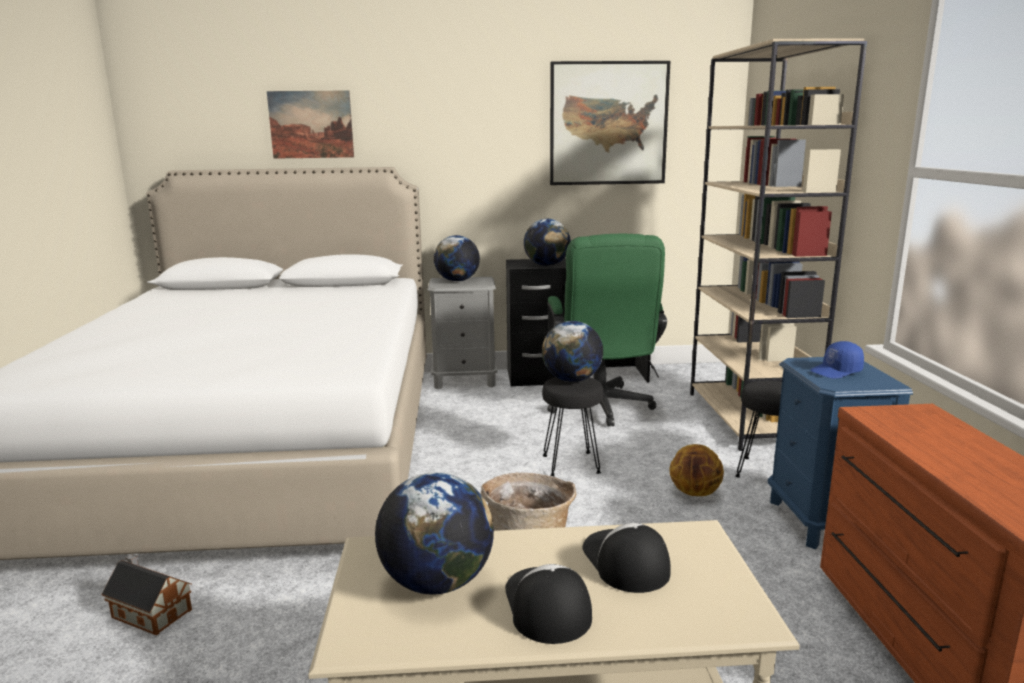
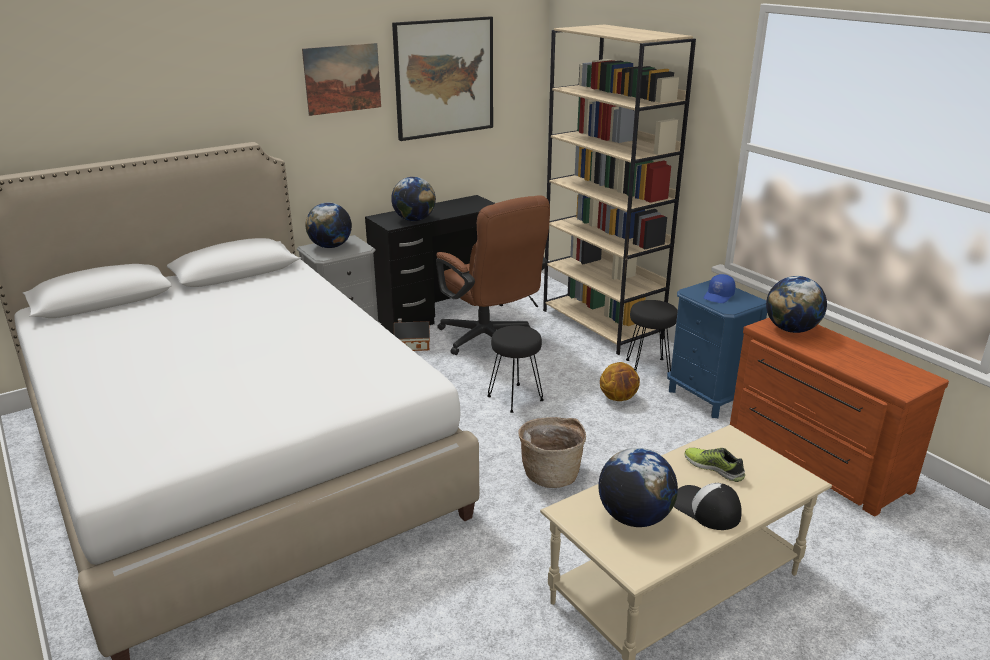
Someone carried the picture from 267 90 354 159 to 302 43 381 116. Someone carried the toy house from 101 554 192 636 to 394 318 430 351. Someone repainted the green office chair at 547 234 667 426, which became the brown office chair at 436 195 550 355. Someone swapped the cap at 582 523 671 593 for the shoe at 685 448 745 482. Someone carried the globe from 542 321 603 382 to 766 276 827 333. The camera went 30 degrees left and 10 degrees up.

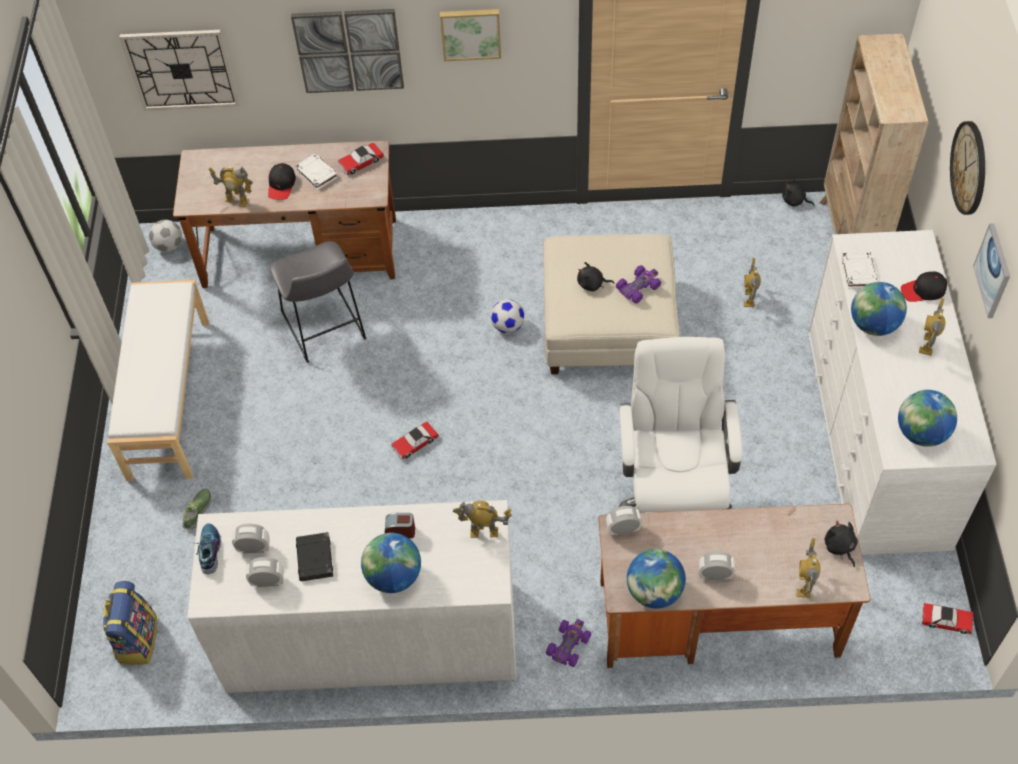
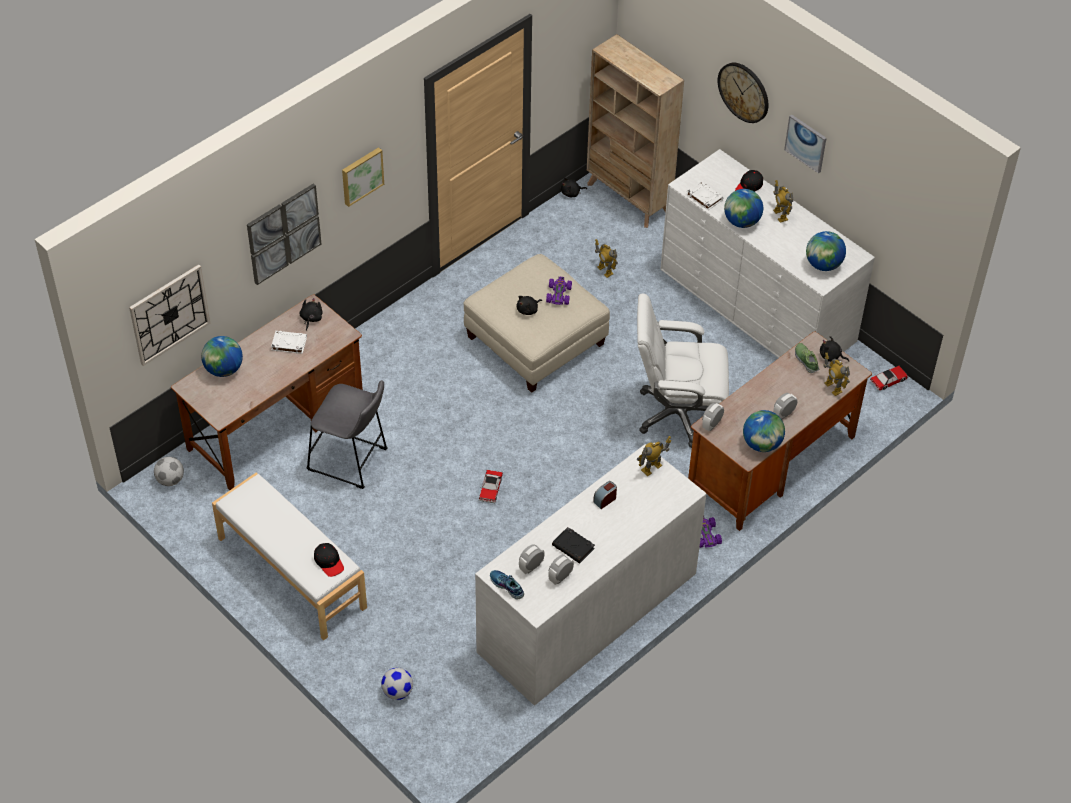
Someone carried the globe from 361 533 421 593 to 201 336 243 377. Someone swapped the toy car at 337 143 384 175 for the black plush toy at 299 298 323 331. Someone carried the black cap from 268 163 296 200 to 314 543 344 577. Someone carried the football from 490 299 525 333 to 381 668 413 700. Someone rotated the white office chair at 619 337 742 512 by 45 degrees counterclockwise. Someone carried the shoe from 182 489 211 530 to 795 343 819 373. Someone took away the backpack at 103 581 157 665. Someone took away the toy robot at 208 167 253 207. The camera went 45 degrees left and 5 degrees down.

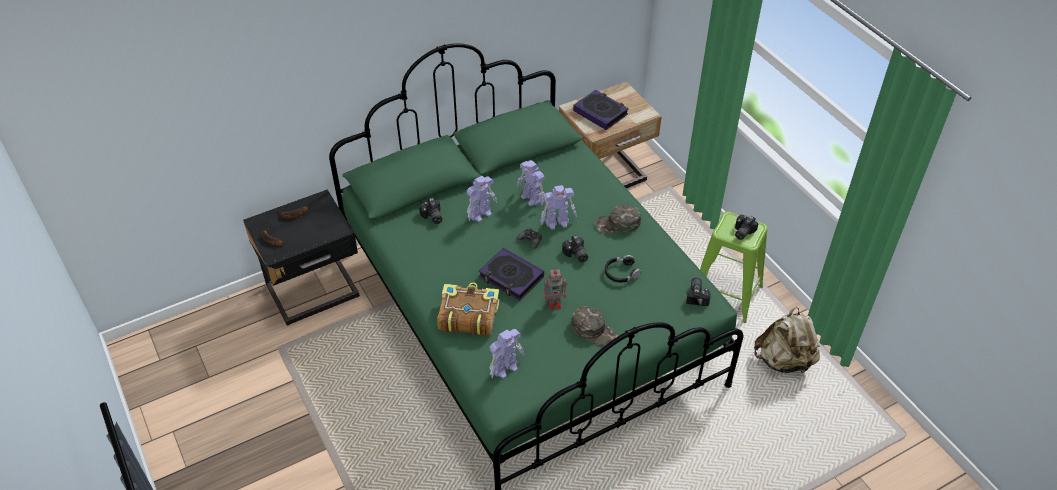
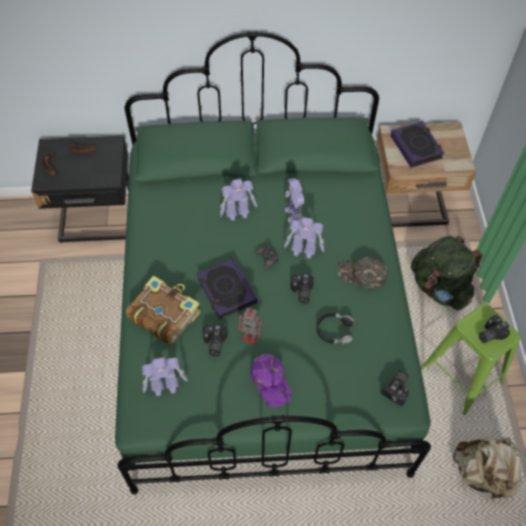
Someone carried the photo camera from 419 198 442 224 to 203 324 228 356. Someone repainted the green cap at 571 306 618 348, which became the purple cap at 251 354 292 407. Someone put down the green backpack at 411 236 483 310. The camera went 25 degrees right and 10 degrees up.

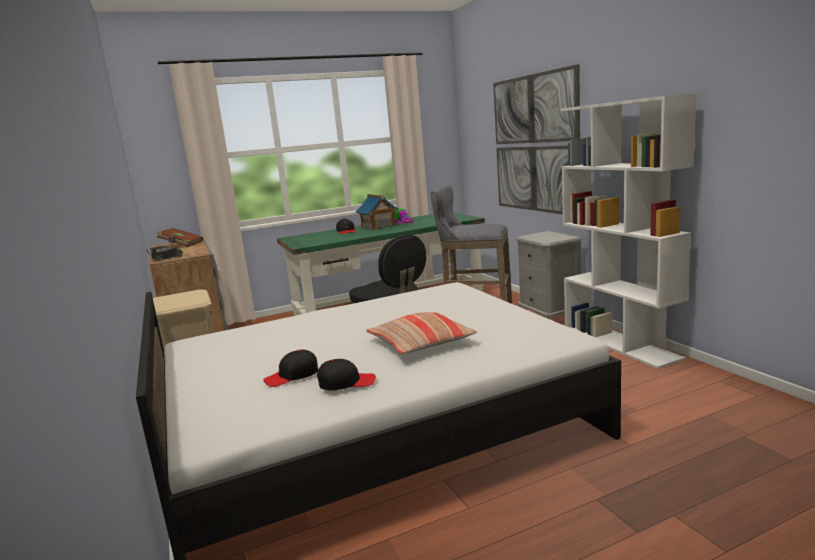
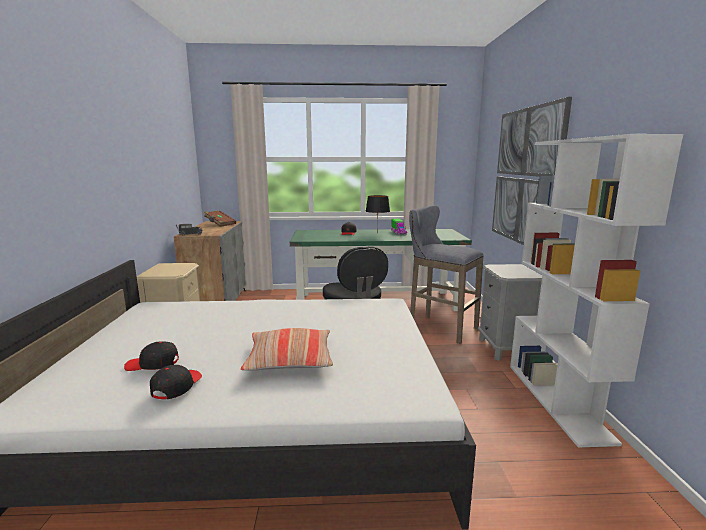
Someone rotated the black cap at 317 359 376 390 by 90 degrees counterclockwise. Someone swapped the toy house at 356 194 399 230 for the black table lamp at 366 195 390 233. The camera went 20 degrees right and 0 degrees up.

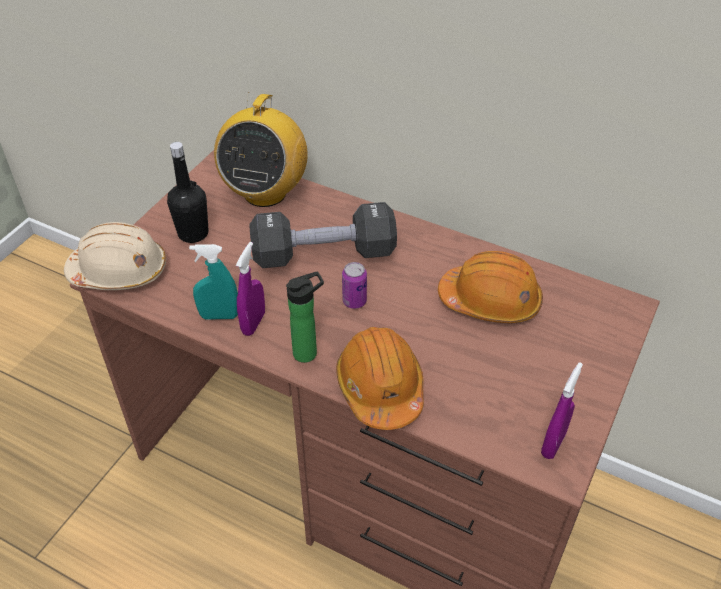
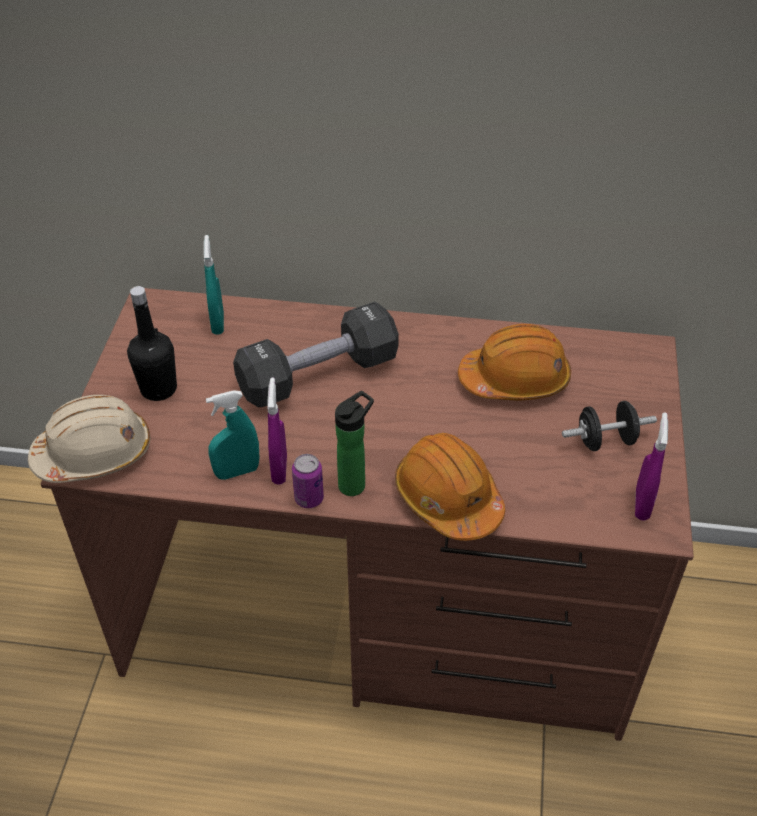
Someone swapped the radio at 214 92 307 207 for the turquoise spray bottle at 204 235 224 335. Someone carried the can from 342 262 367 309 to 292 454 324 508. Someone put down the black dumbbell at 562 401 657 451. The camera went 20 degrees left and 0 degrees up.

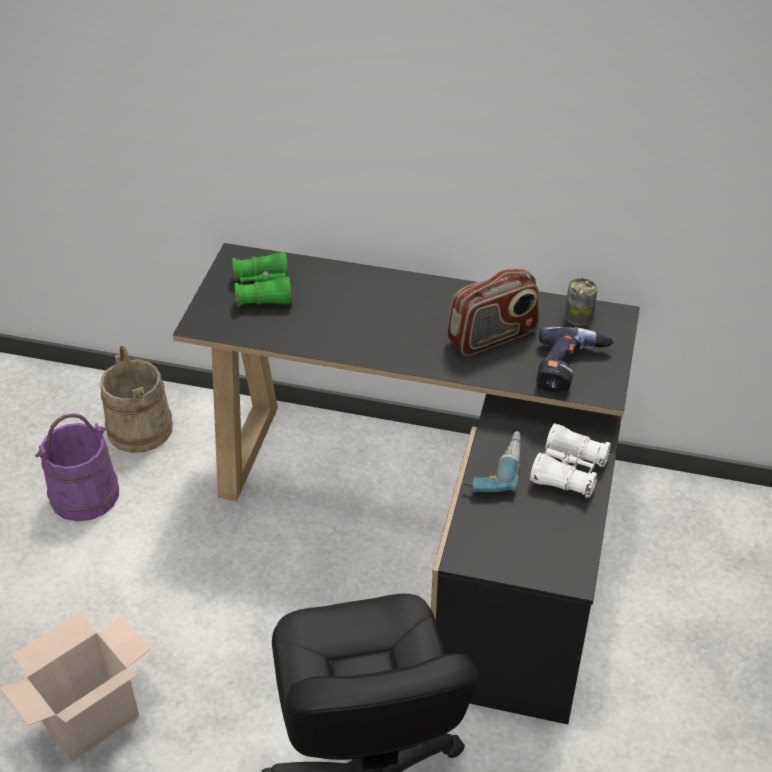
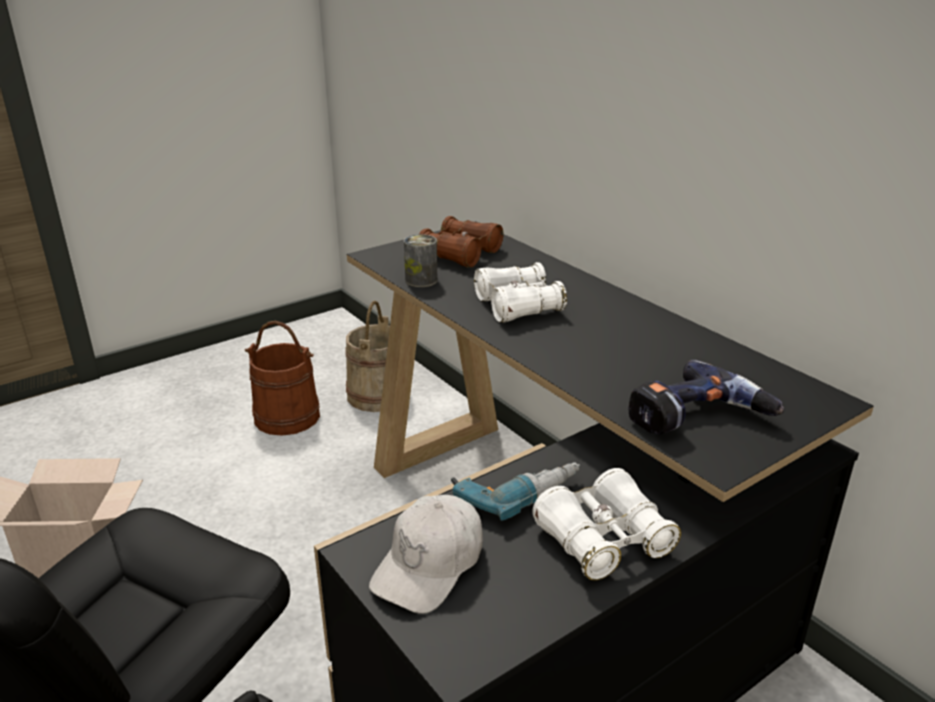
Someone repainted the purple bucket at 35 413 119 522, which became the brown bucket at 245 321 320 436. Someone put down the white cap at 369 495 483 614. Someone carried the can from 565 278 598 326 to 404 234 438 287. Someone repainted the green binoculars at 232 252 292 307, which became the brown binoculars at 419 216 503 267. Someone put down the white binoculars at 474 262 567 323. Someone took away the radio at 447 269 540 356. The camera went 40 degrees right and 15 degrees down.

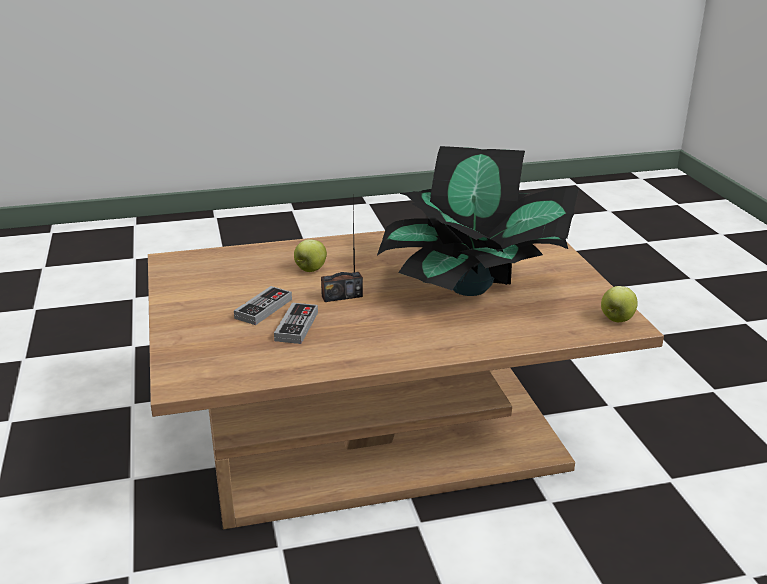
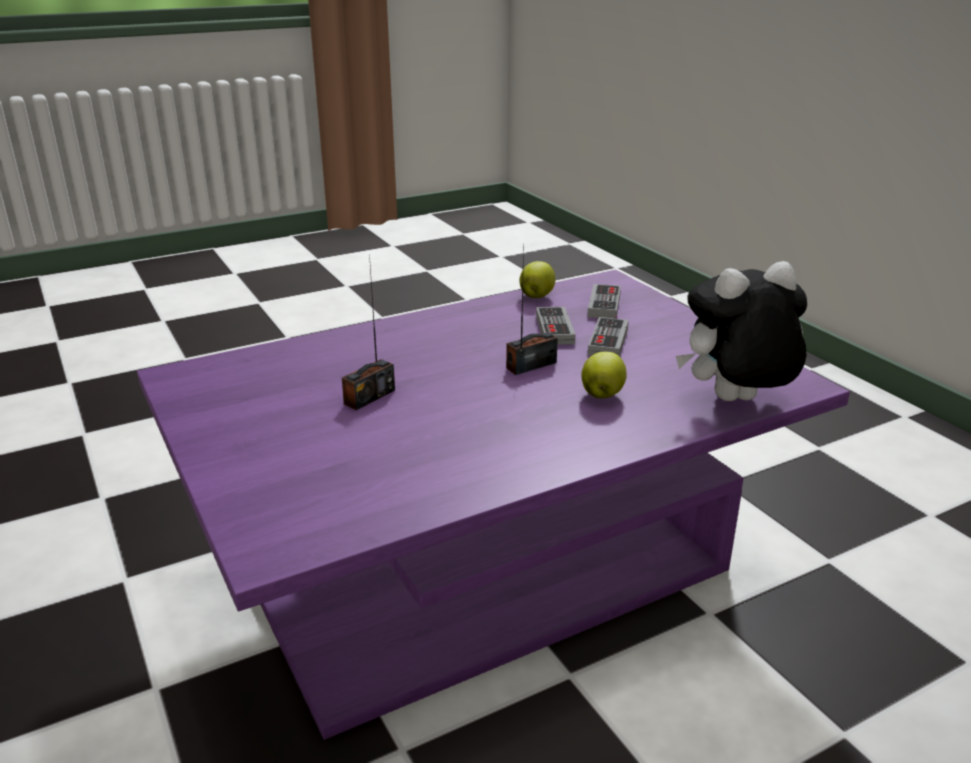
Someone repainted the brown coffee table at 148 231 664 529, which became the purple coffee table at 137 270 850 740. Someone swapped the potted plant at 377 146 579 296 for the radio at 342 255 395 410. Someone carried the apple from 601 286 638 322 to 519 261 555 298. Someone put down the game controller at 587 284 621 319. Someone put down the plush toy at 676 261 807 401. The camera went 165 degrees right and 0 degrees up.

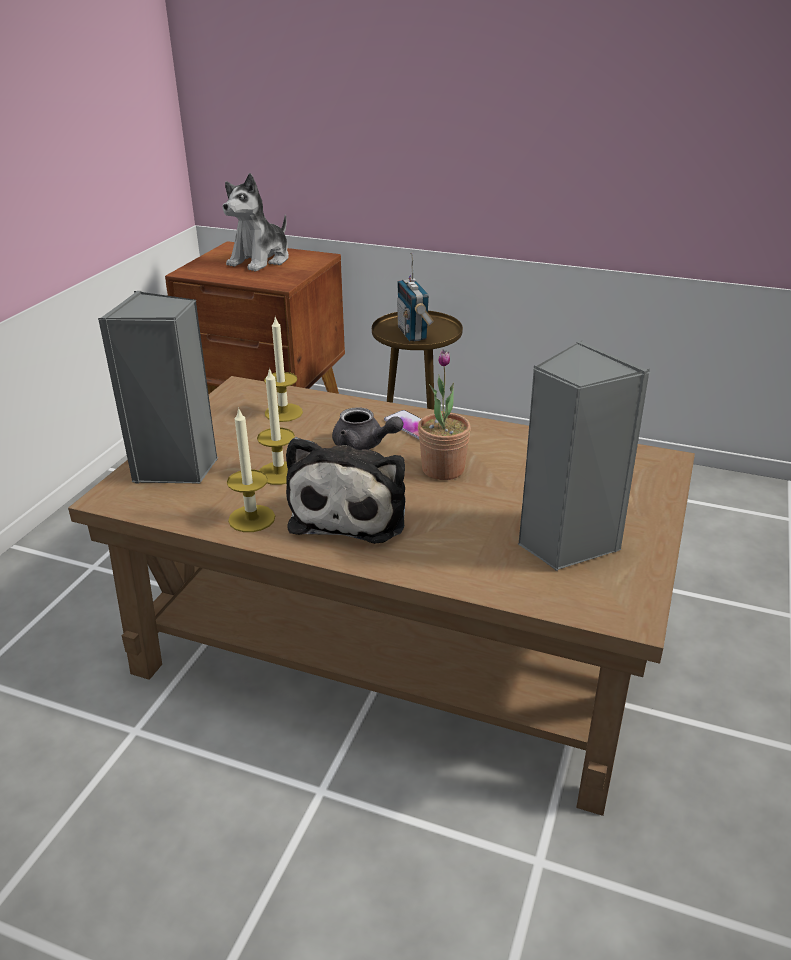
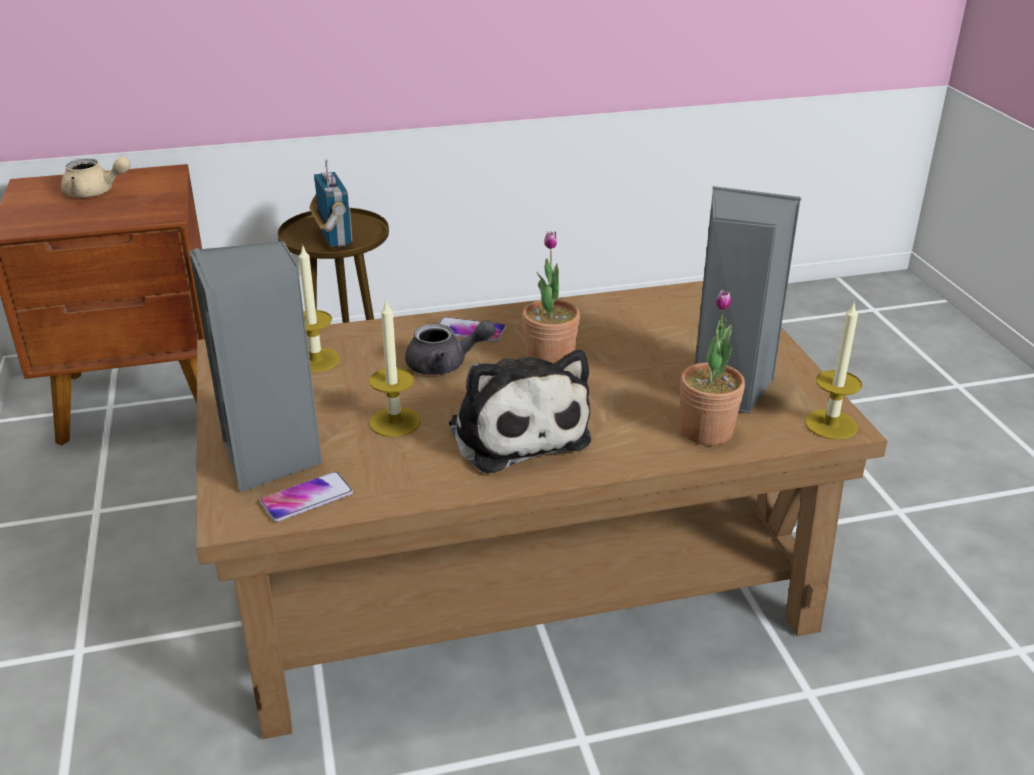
Someone swapped the plush toy at 223 173 289 272 for the beige teapot at 61 157 130 198. Someone put down the phone at 260 472 353 522. Someone rotated the radio at 397 253 434 341 by 150 degrees counterclockwise. Someone put down the potted plant at 680 290 745 446. Someone carried the candle from 227 407 275 532 to 805 301 862 440. The camera went 35 degrees left and 0 degrees up.

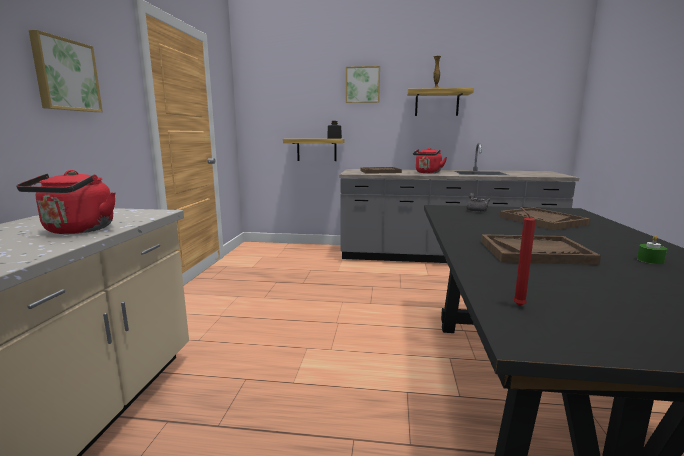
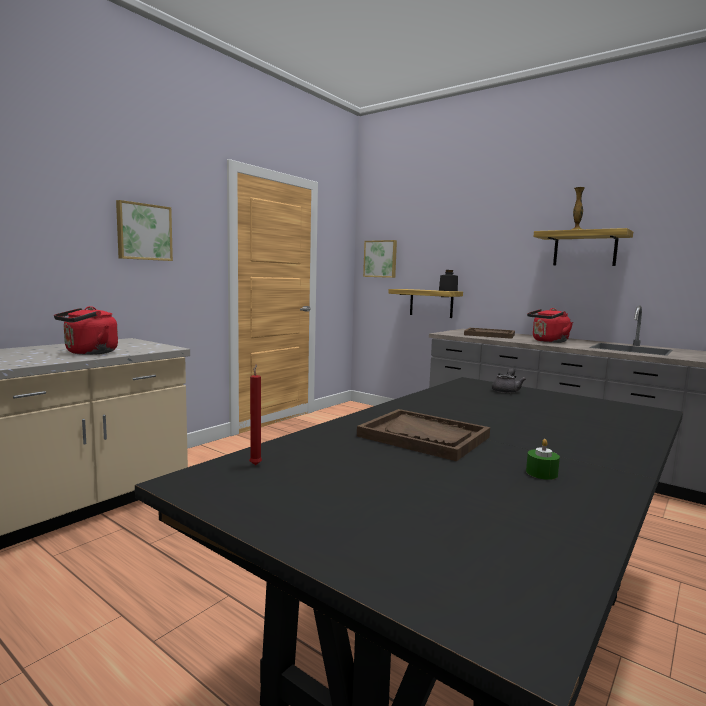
Someone carried the picture from 346 66 380 103 to 363 240 397 278. Someone took away the brown tray at 499 207 591 230. The camera went 30 degrees right and 5 degrees down.

